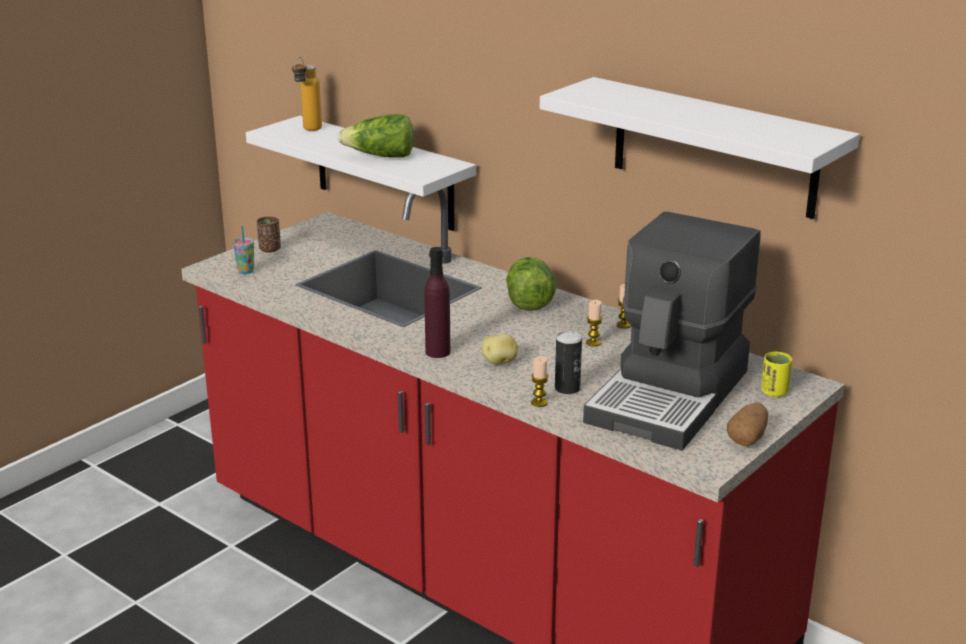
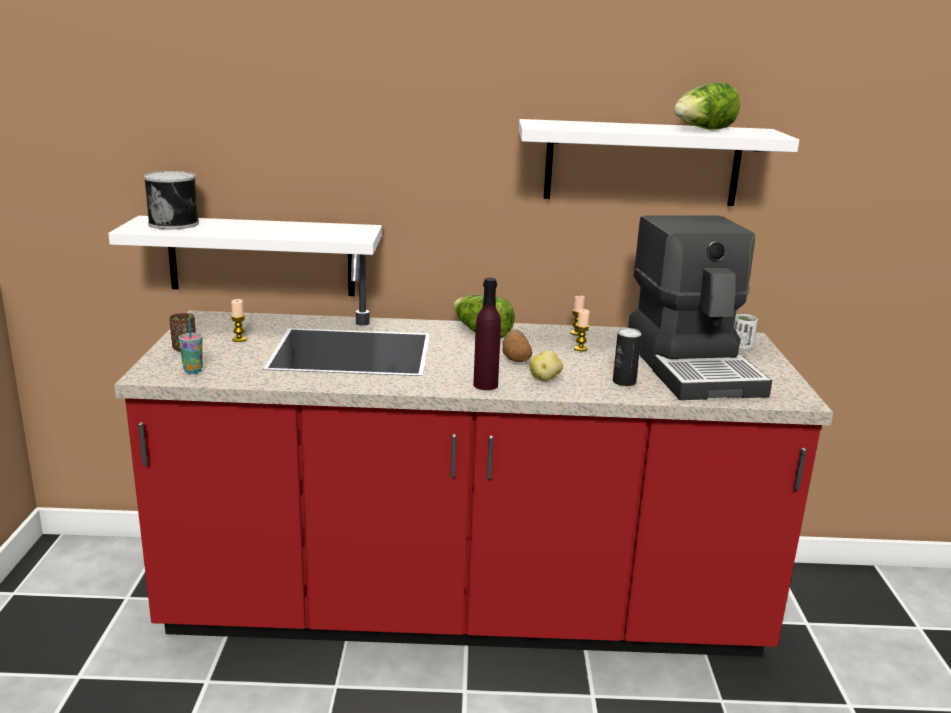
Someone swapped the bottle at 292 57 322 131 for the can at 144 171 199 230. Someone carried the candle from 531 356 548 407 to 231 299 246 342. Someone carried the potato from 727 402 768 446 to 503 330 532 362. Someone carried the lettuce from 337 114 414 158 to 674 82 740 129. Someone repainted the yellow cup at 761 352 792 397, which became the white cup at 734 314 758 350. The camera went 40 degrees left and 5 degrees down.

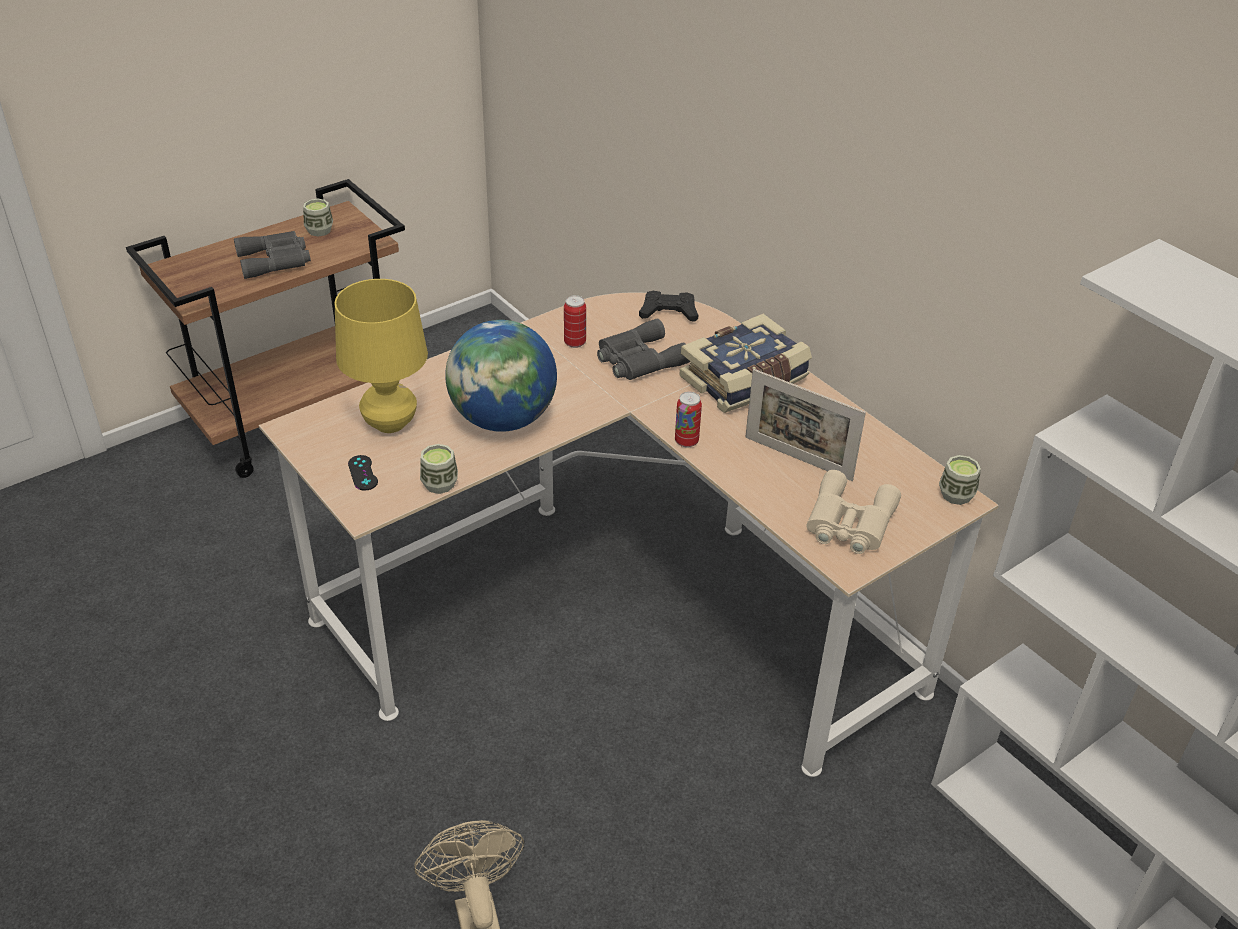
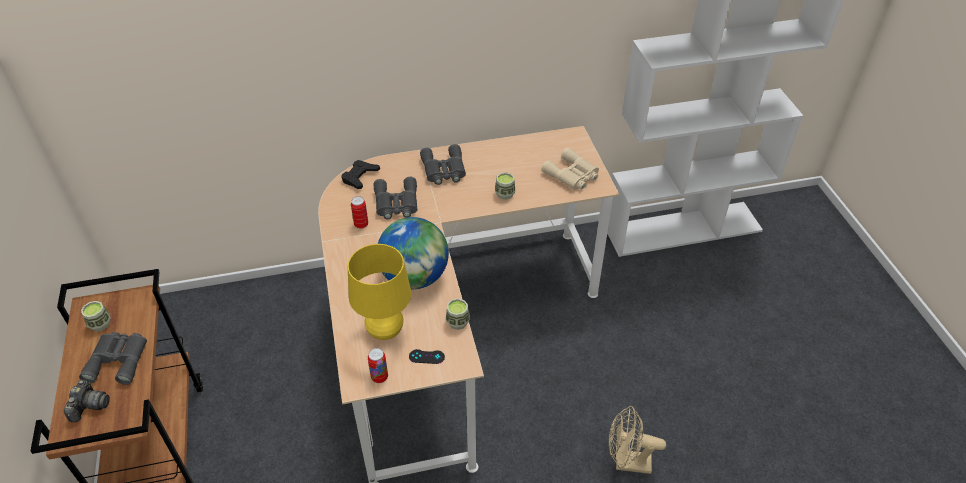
Someone put down the photo camera at 64 380 110 422. Someone carried the can from 675 392 702 448 to 368 348 388 383. Someone swapped the book at 679 314 812 413 for the grey binoculars at 420 144 466 185. Someone carried the cup from 939 455 981 505 to 495 172 515 200. Someone took away the picture frame at 745 369 866 481. The camera went 65 degrees left and 5 degrees up.

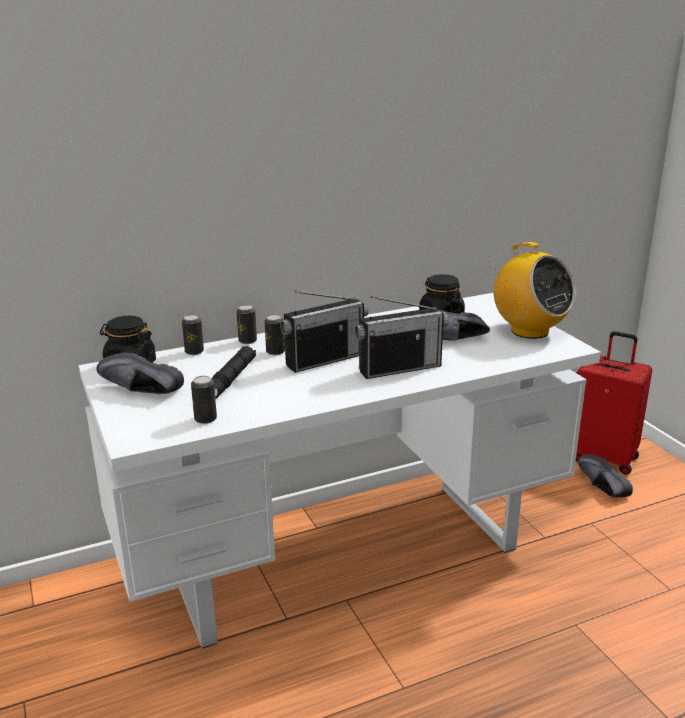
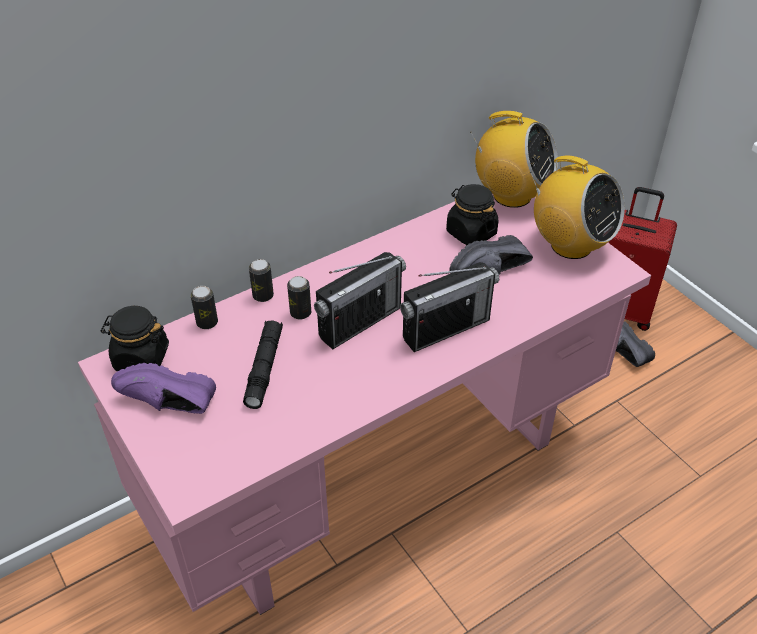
Someone repainted the white desk at 78 293 601 649, which became the pink desk at 78 194 651 615. Someone repainted the black shoe at 96 352 184 394, which became the purple shoe at 111 363 216 414. Someone put down the radio at 470 111 558 208. Someone took away the can at 191 376 217 424. The camera went 10 degrees left and 20 degrees up.

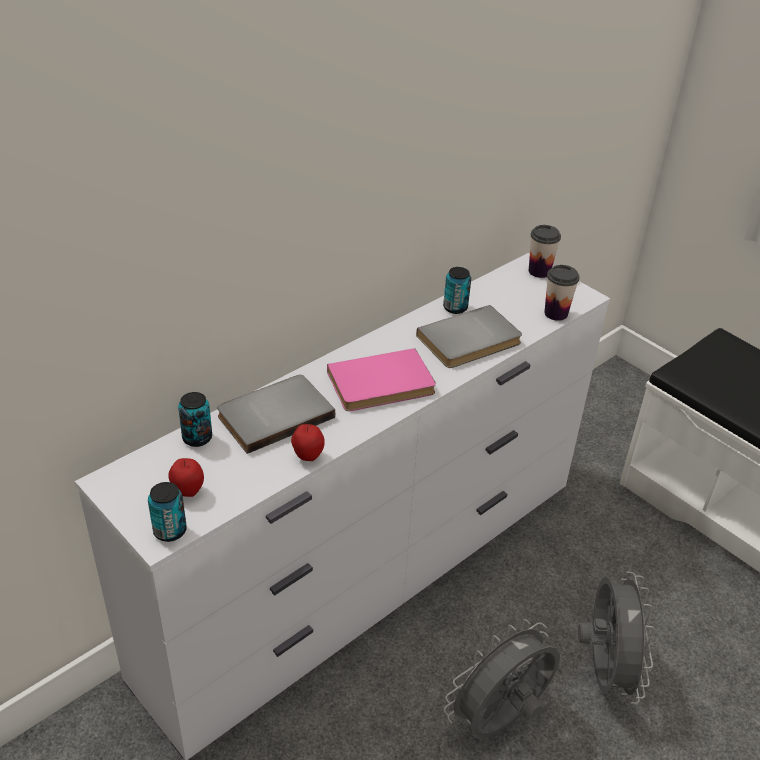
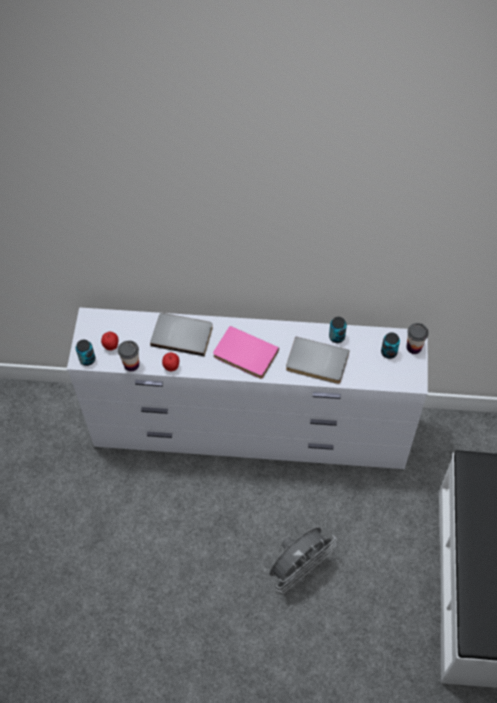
Someone carried the cup from 544 265 580 321 to 118 341 139 372. Someone carried the can from 178 392 212 447 to 381 332 400 359. Someone took away the grey fan at 444 619 560 738. The camera went 50 degrees right and 20 degrees up.

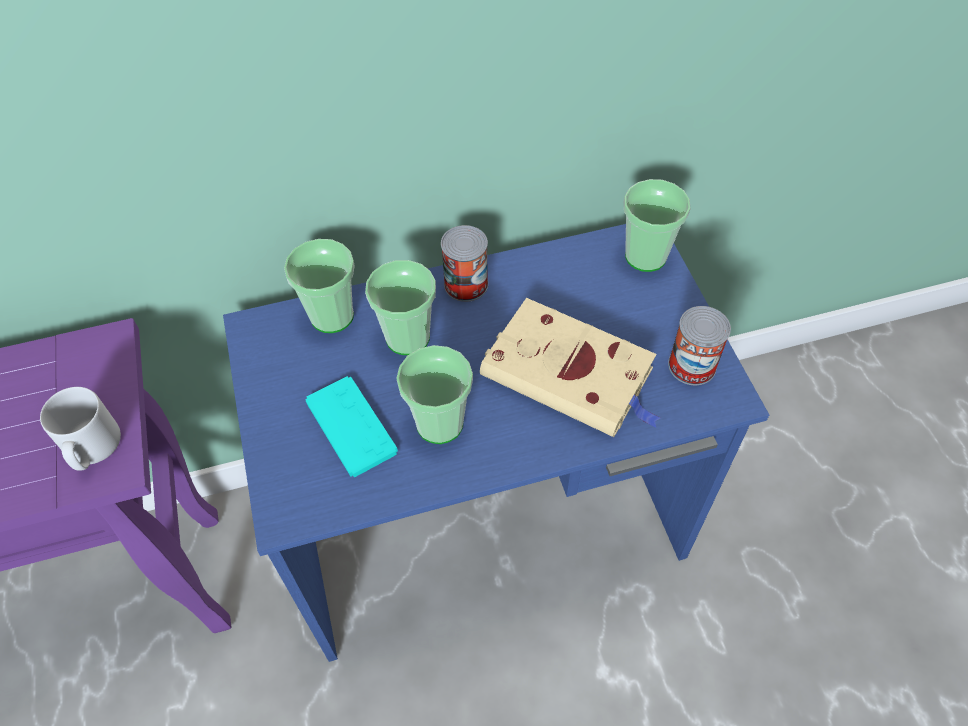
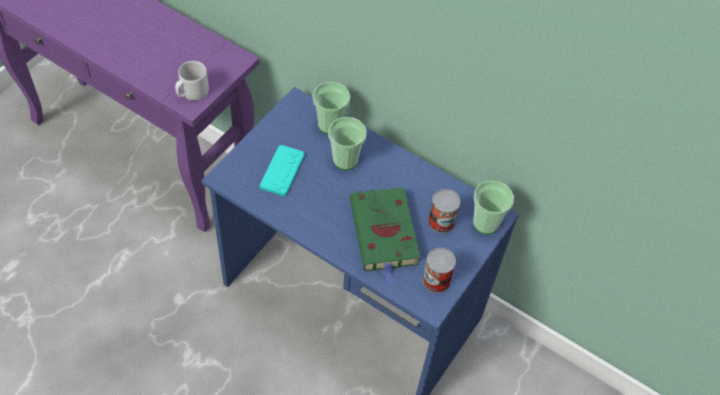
Someone repainted the beige book at 480 298 660 437, which became the green book at 350 187 421 285. Someone carried the can from 441 225 488 302 to 428 189 460 233. Someone took away the cup at 396 345 473 444. The camera went 45 degrees right and 0 degrees up.

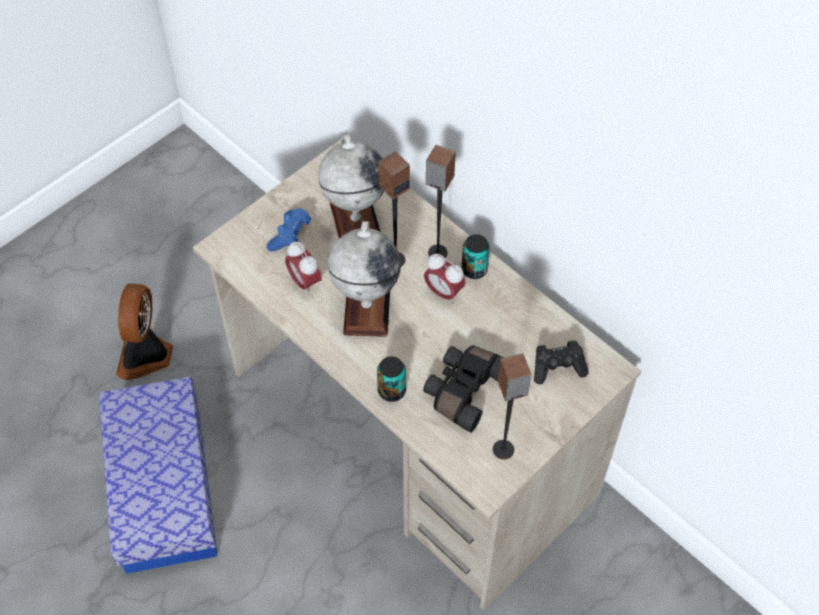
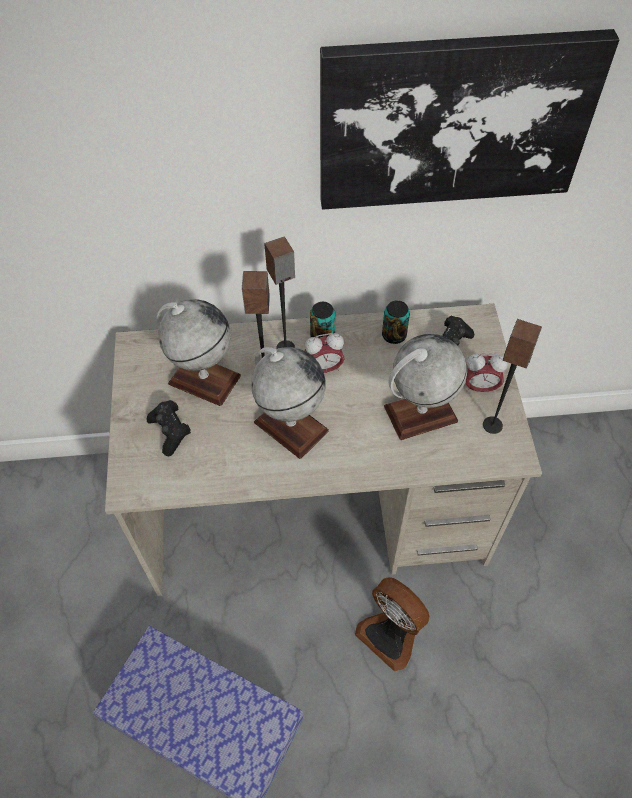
Someone repainted the blue game controller at 266 208 311 251, which became the black game controller at 146 400 191 456. Someone put up the picture at 320 29 619 210. Someone carried the fan from 116 284 173 380 to 355 577 429 671. Someone carried the can from 377 356 406 402 to 382 300 410 344. Someone swapped the black binoculars at 423 346 504 433 for the globe at 384 334 467 440. Someone carried the alarm clock from 285 241 322 295 to 466 353 508 393. The camera went 50 degrees left and 0 degrees up.

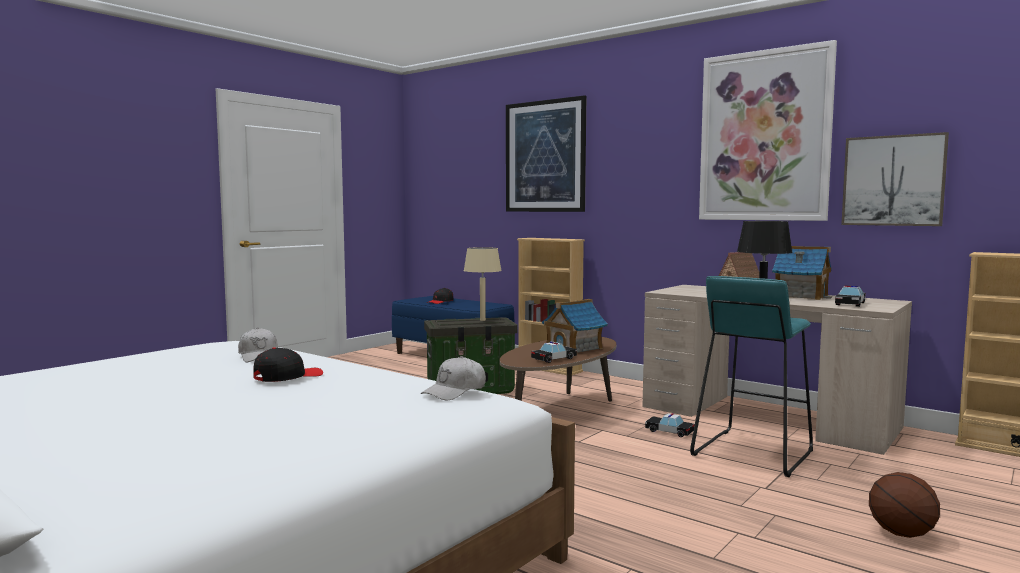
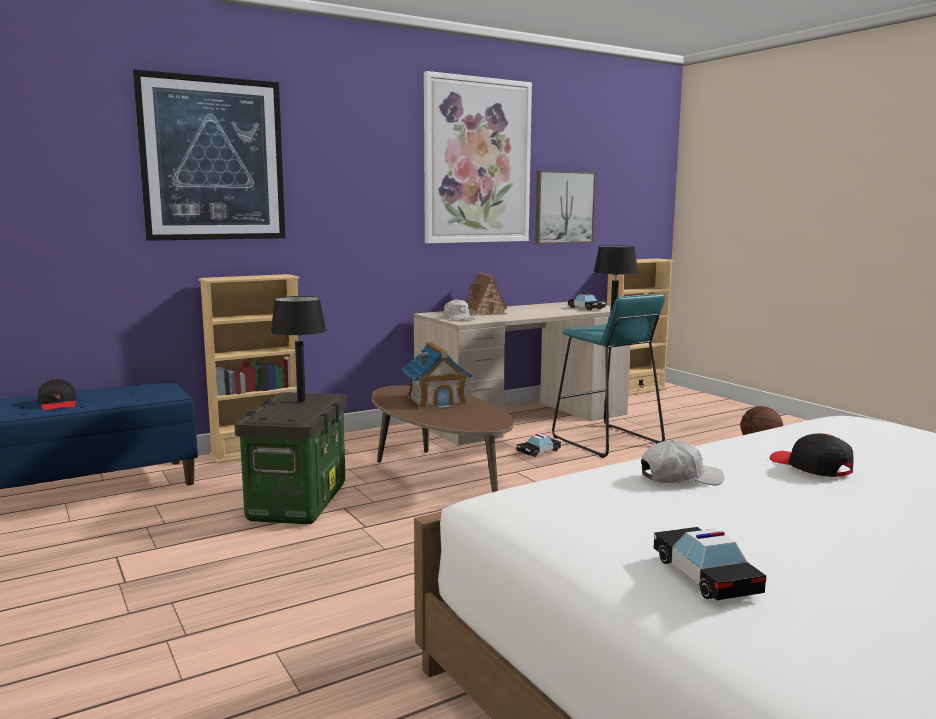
Someone repainted the beige table lamp at 464 247 502 321, which became the black table lamp at 270 296 326 402. Someone carried the white cap from 421 356 486 401 to 444 299 475 321. Someone carried the toy car from 531 342 577 363 to 653 527 766 600. Someone took away the toy house at 772 246 832 300. The camera went 70 degrees left and 5 degrees up.

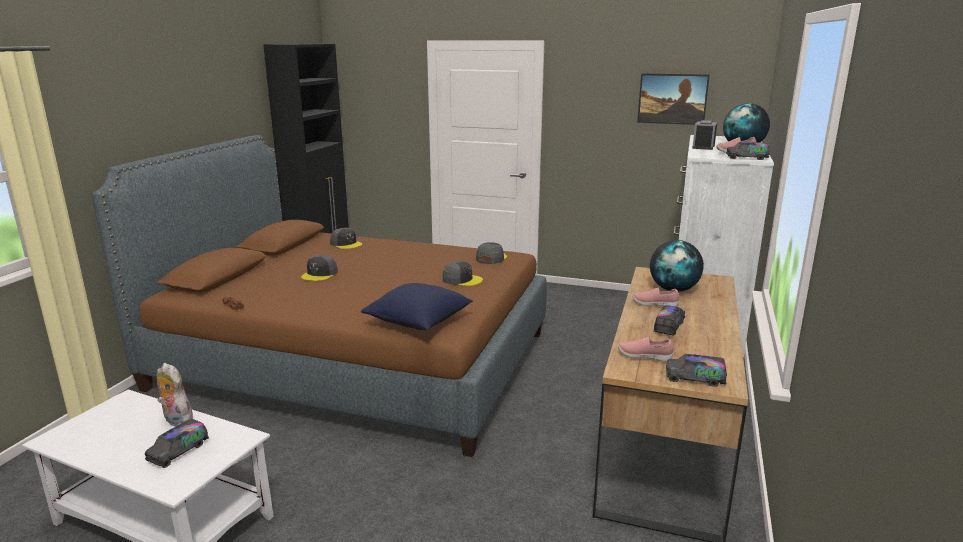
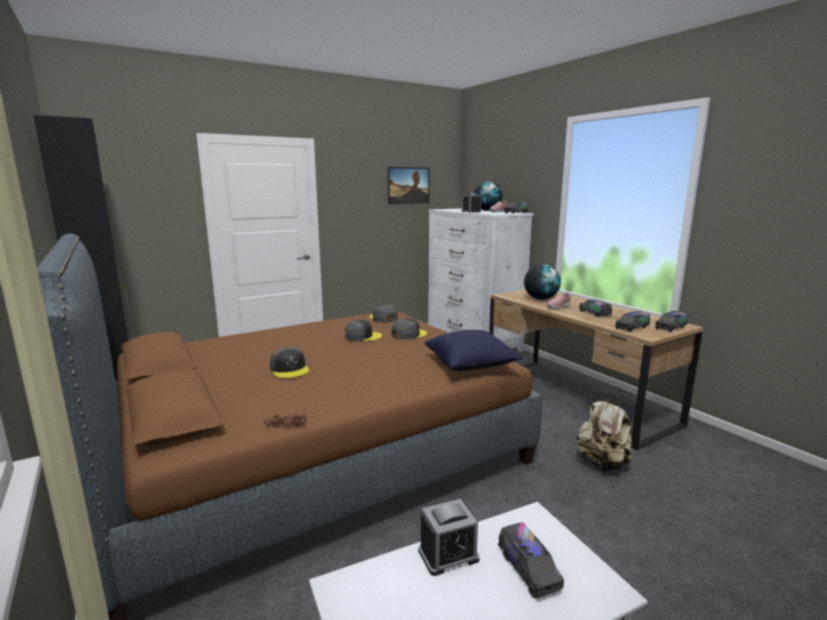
Someone carried the grey cap from 330 228 362 249 to 345 320 382 341. Someone swapped the plush toy at 157 363 196 427 for the alarm clock at 418 499 480 576. Someone put down the beige backpack at 577 396 633 472. Someone swapped the pink shoe at 618 337 674 362 for the toy truck at 615 311 650 332. The camera went 50 degrees left and 5 degrees down.

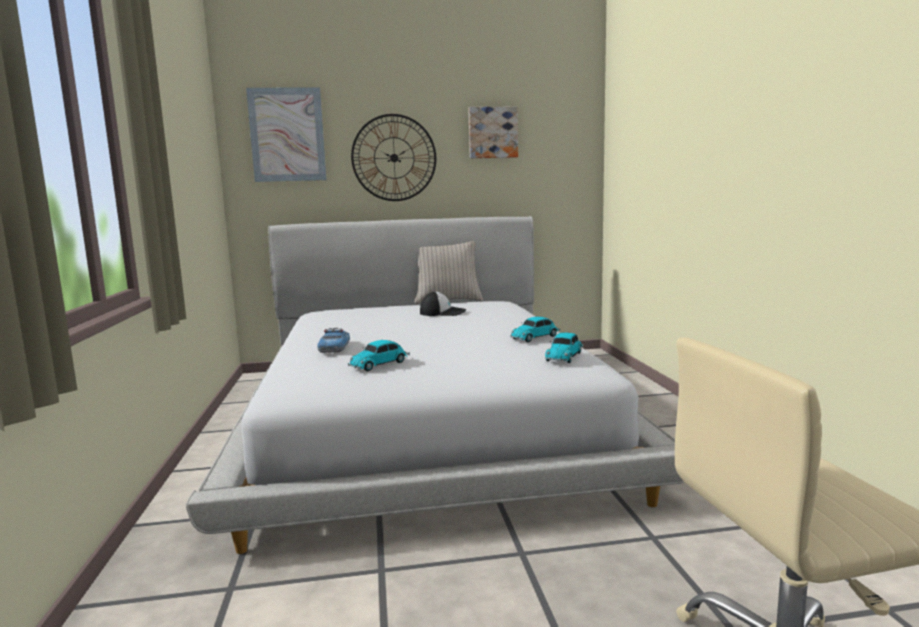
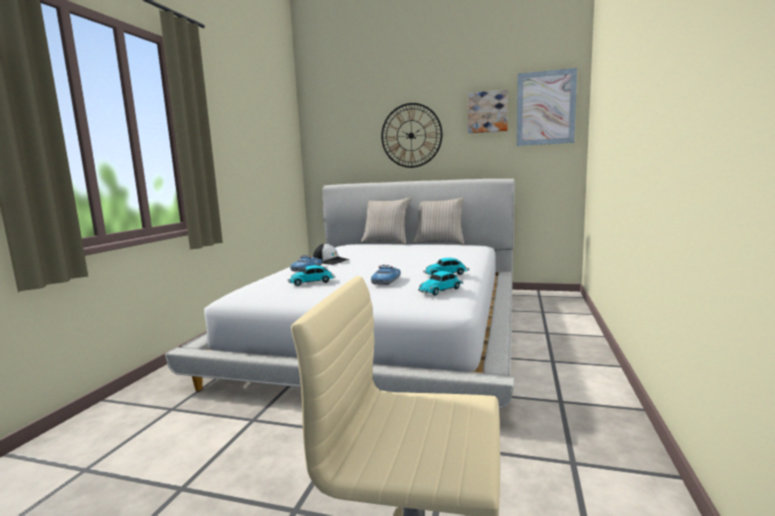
Someone carried the cap from 420 291 466 316 to 313 243 350 265. Someone put down the beige pillow at 361 197 411 245. Someone put down the toy car at 371 265 401 285. Someone carried the picture from 246 88 327 182 to 517 68 577 146. The camera went 25 degrees right and 0 degrees up.

